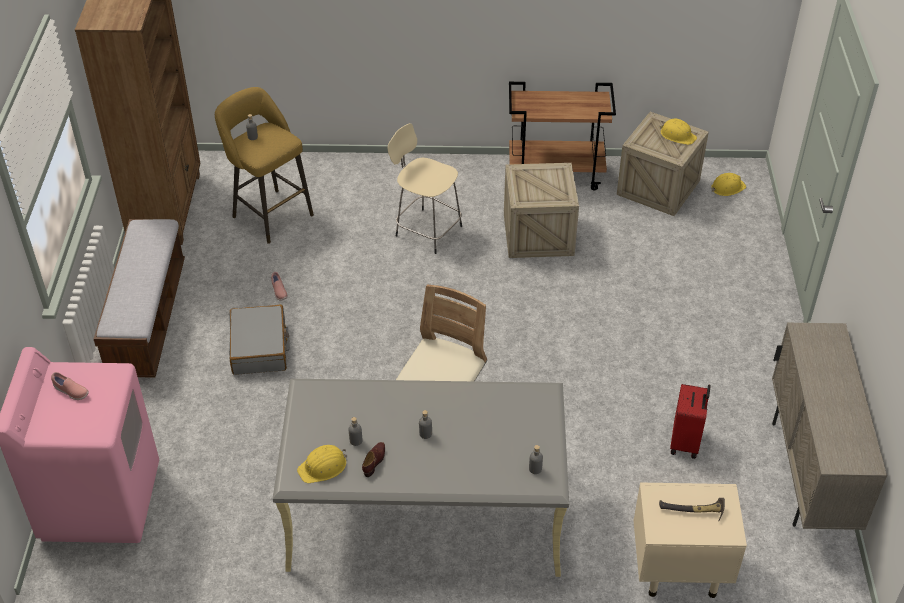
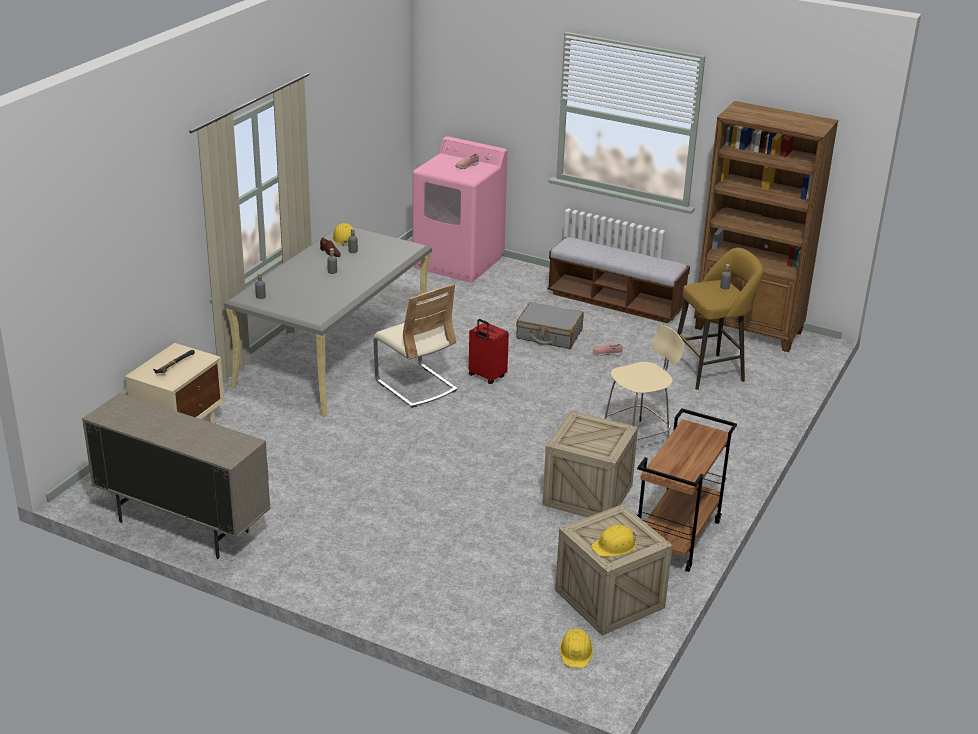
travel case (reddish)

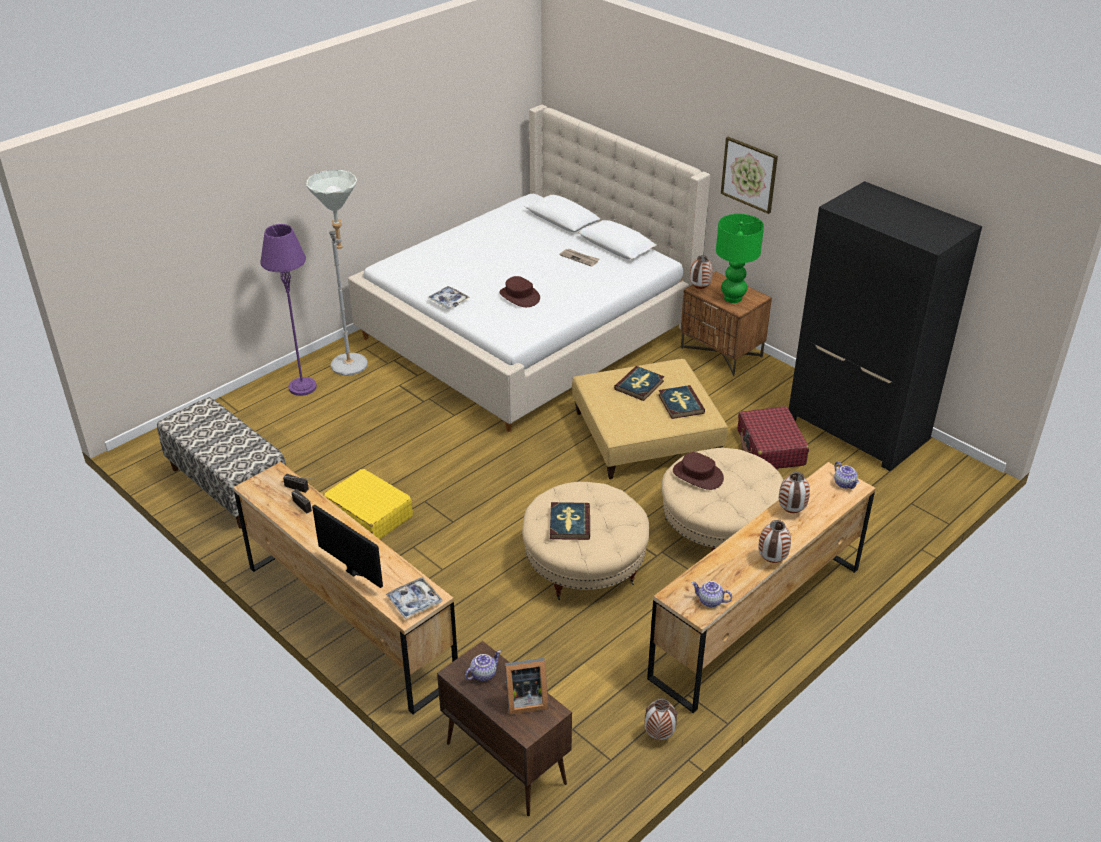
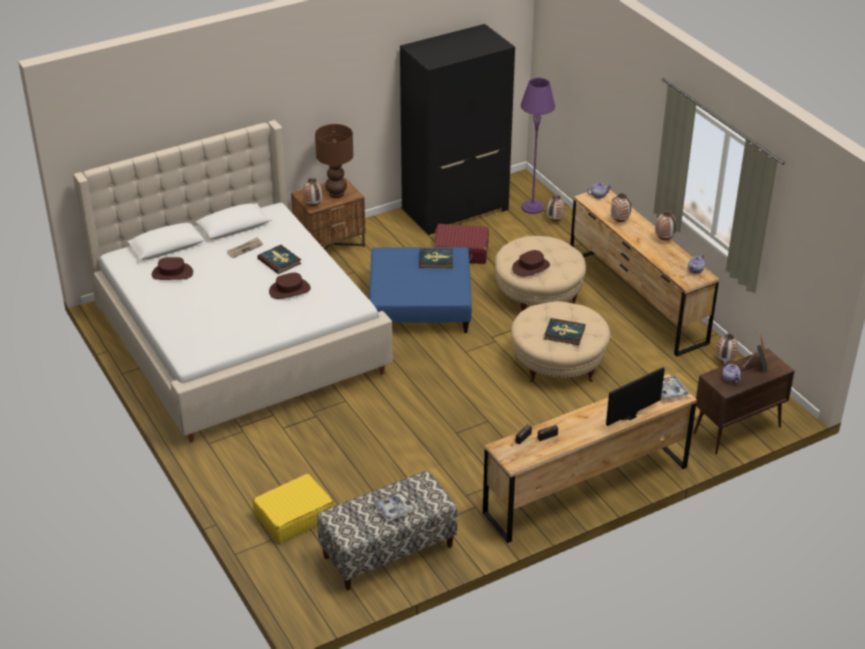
floor lamp (purple)
floor lamp (gray)
travel case (yellowish)
carrying tray (no. 1 from left)
ottoman (blue)
volume (no. 1 from left)
table lamp (brown)
wall art
clothing hat (brown) (no. 1 from left)
vase (no. 2 from left)

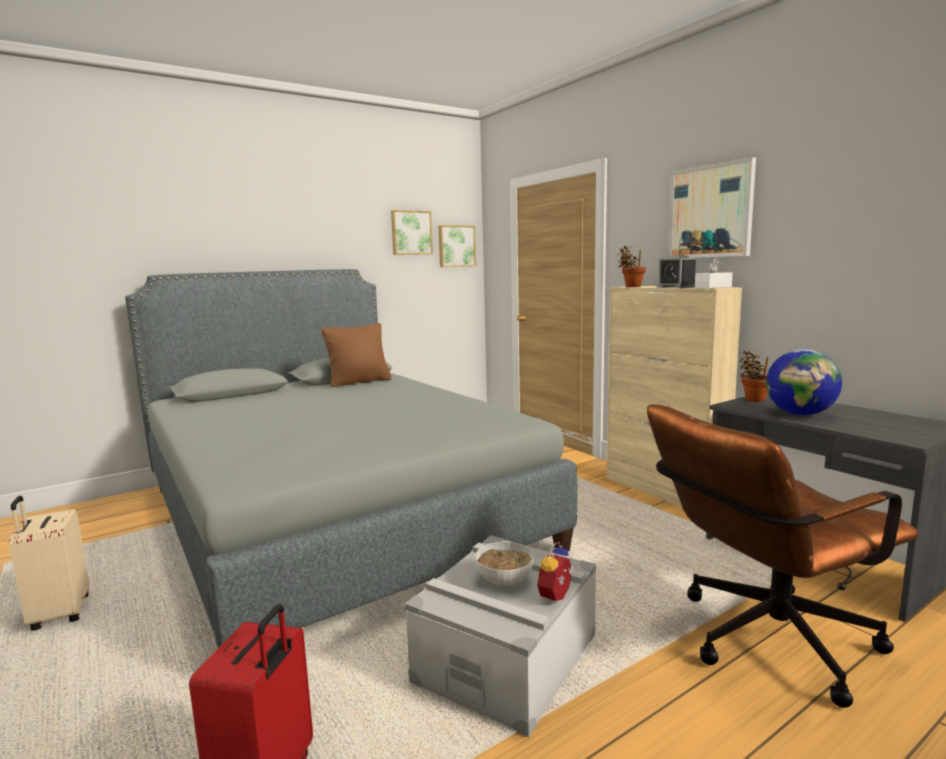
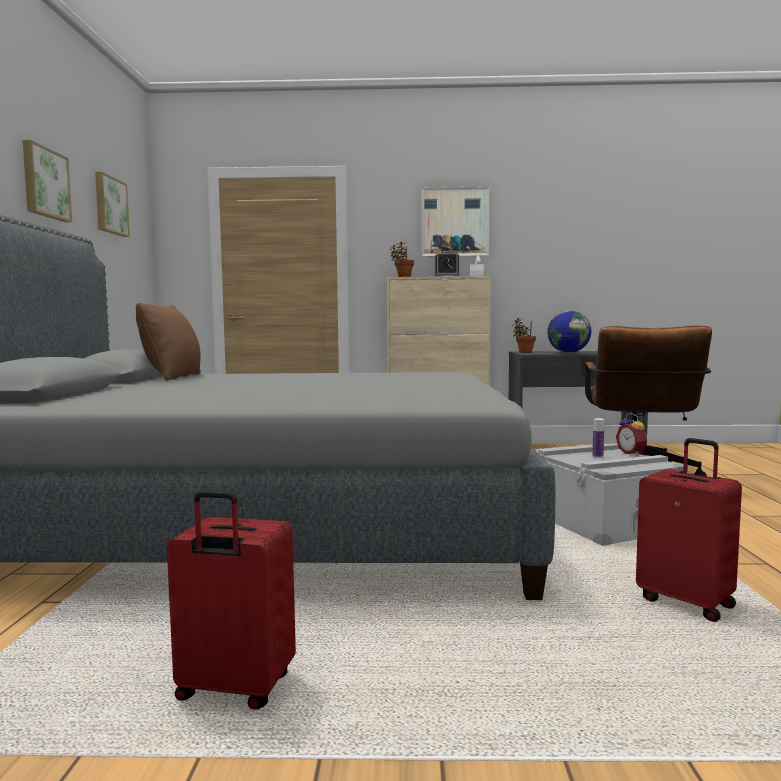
travel case (reddish) (no. 1 from left)
wall art (no. 1 from left)
drink bottle

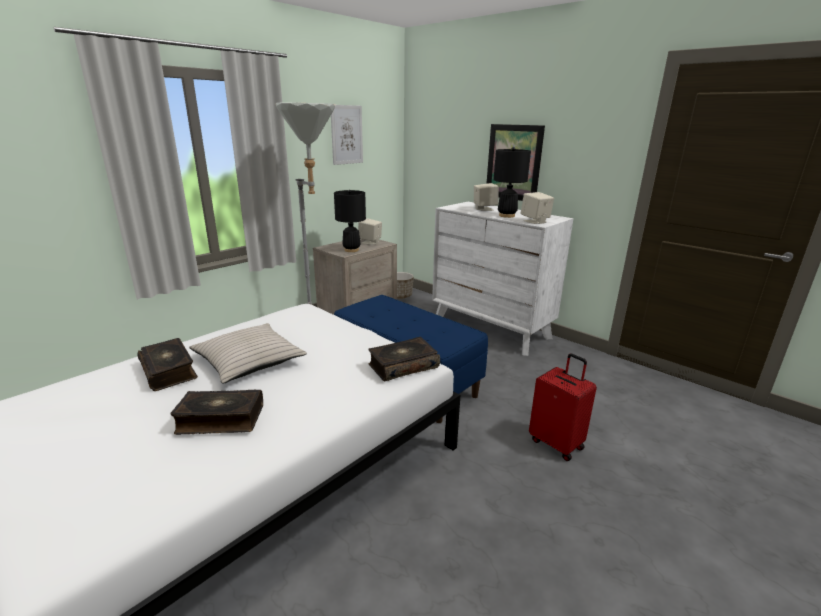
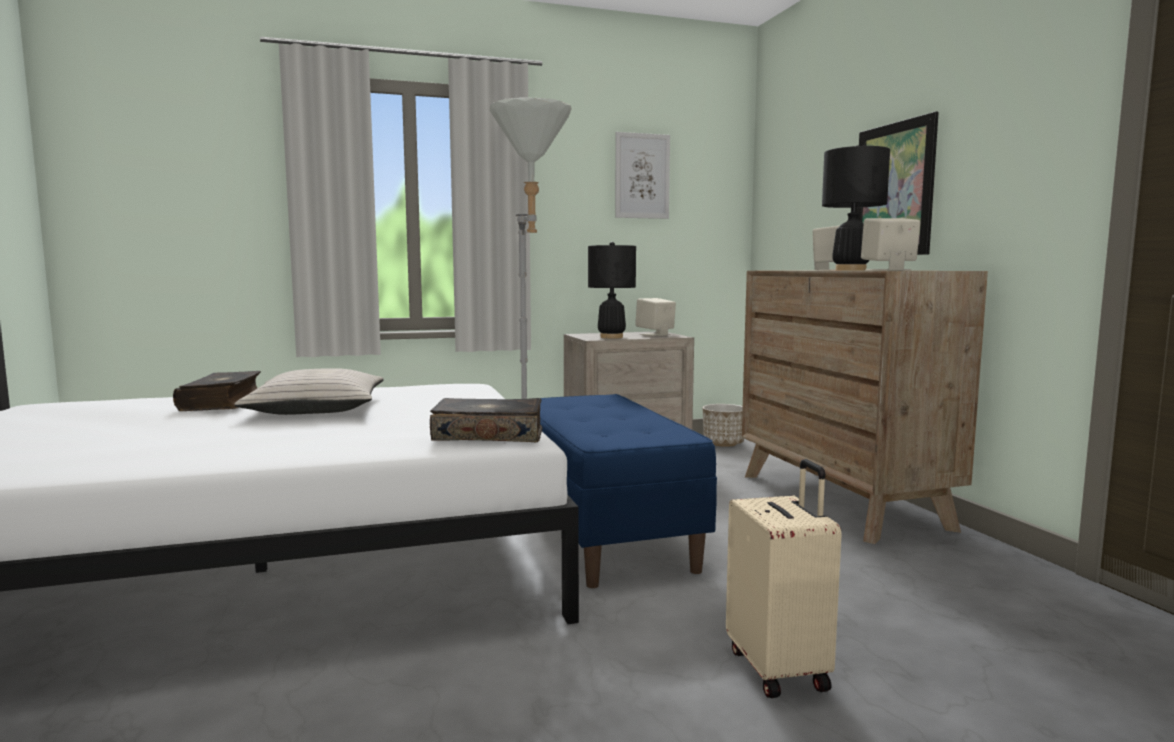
volume (no. 2 from left in the first image)
dresser (brown)
travel case (beige)

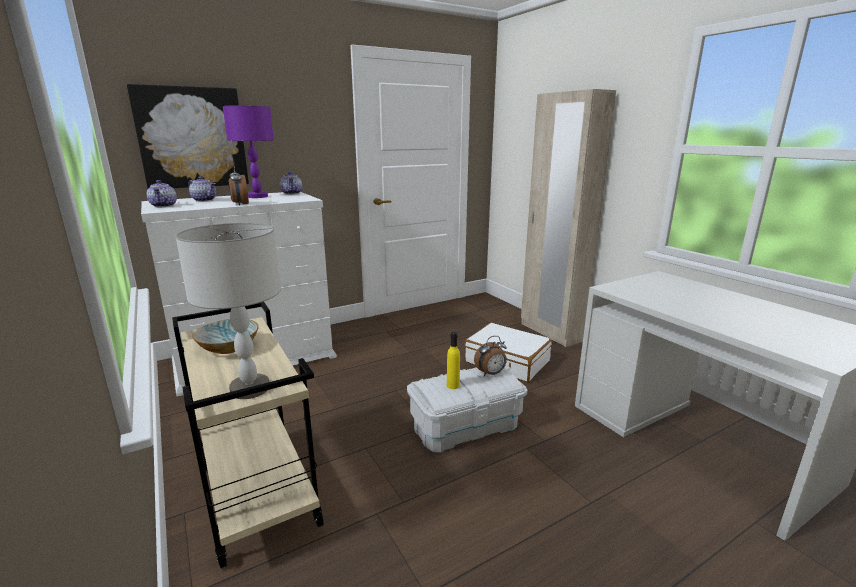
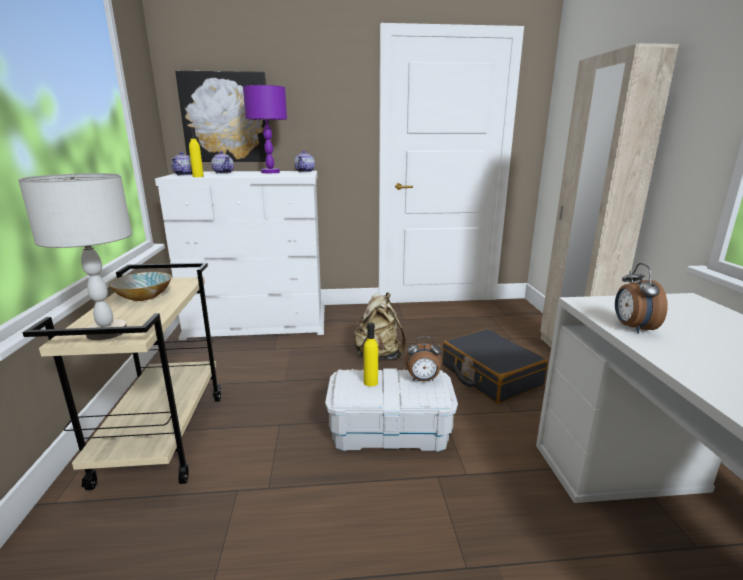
bedside clock (no. 2 from left)
travel case (black-coloured)
drink bottle (yellowish) (no. 1 from left)
knapsack (beige)

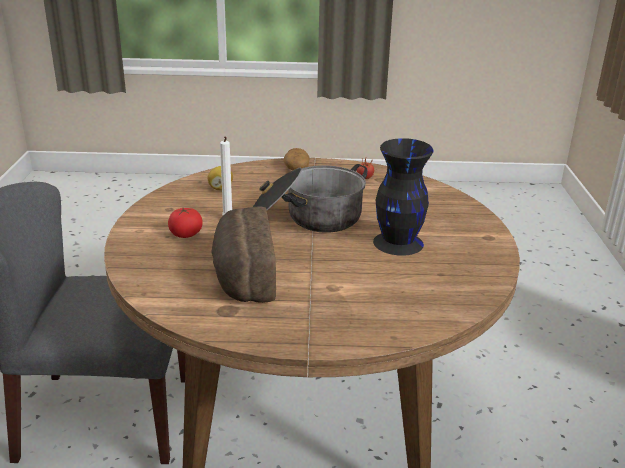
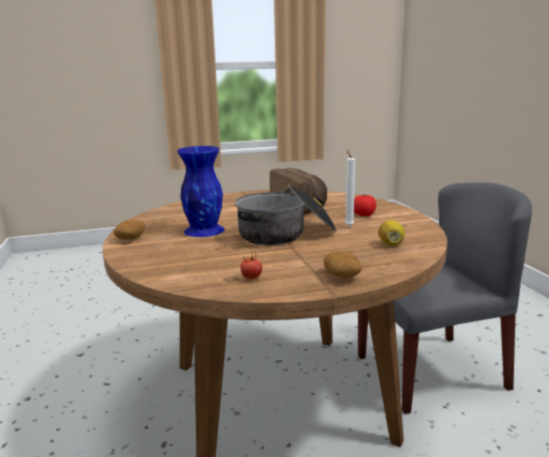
vase (blue)
whole potato (no. 1 from left)

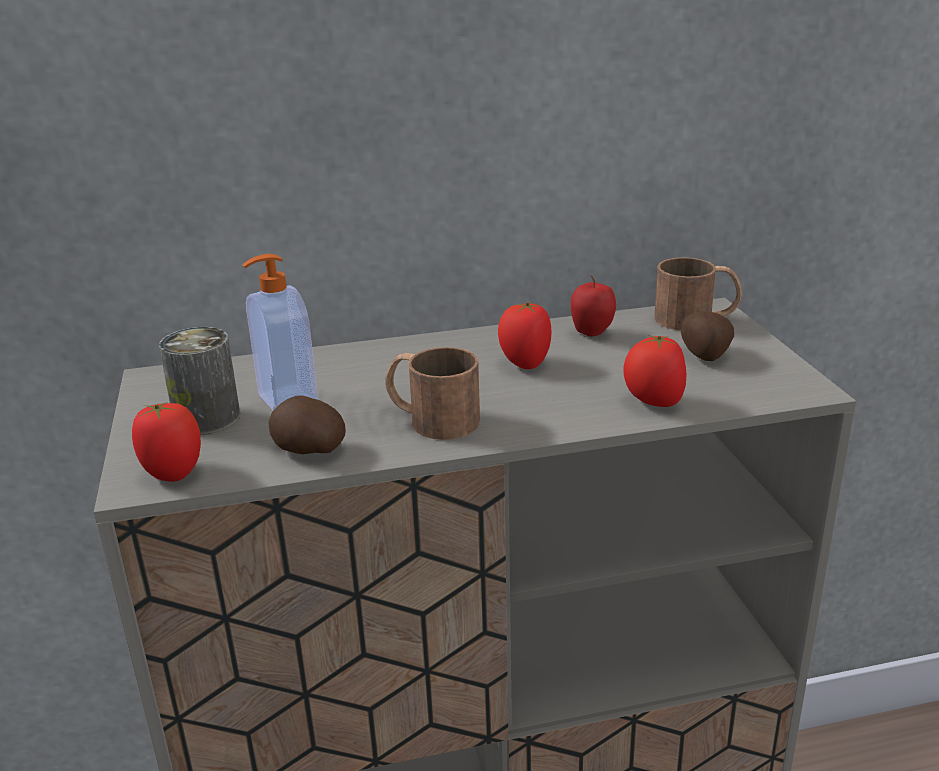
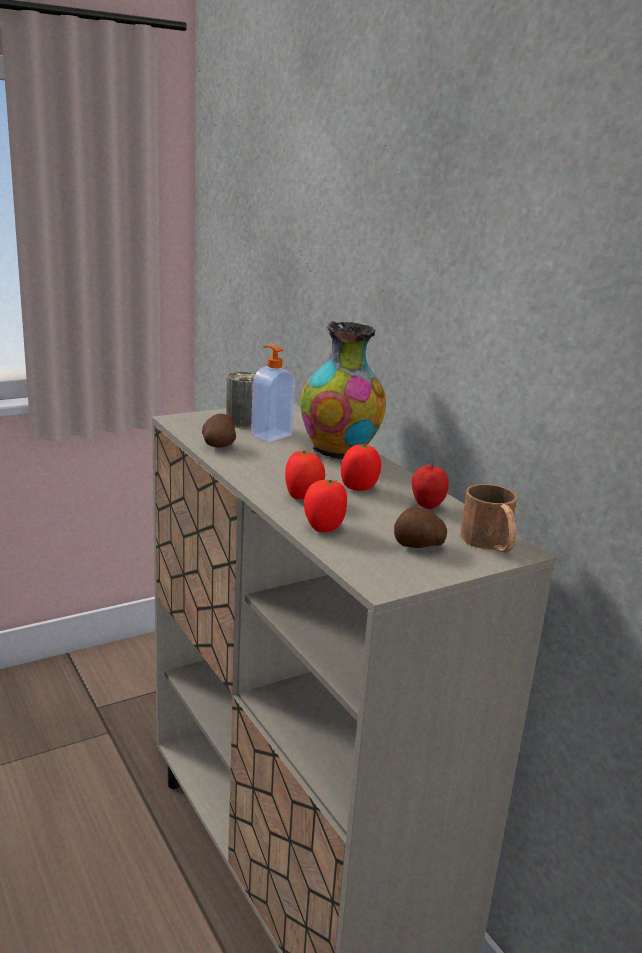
fresh tomato (no. 1 from left)
coffee mug (brown) (no. 1 from left in the first image)
vase

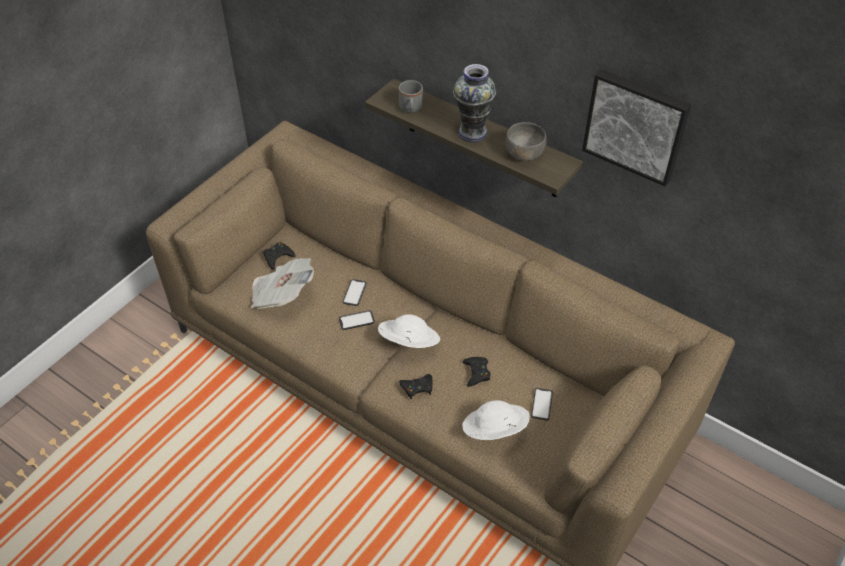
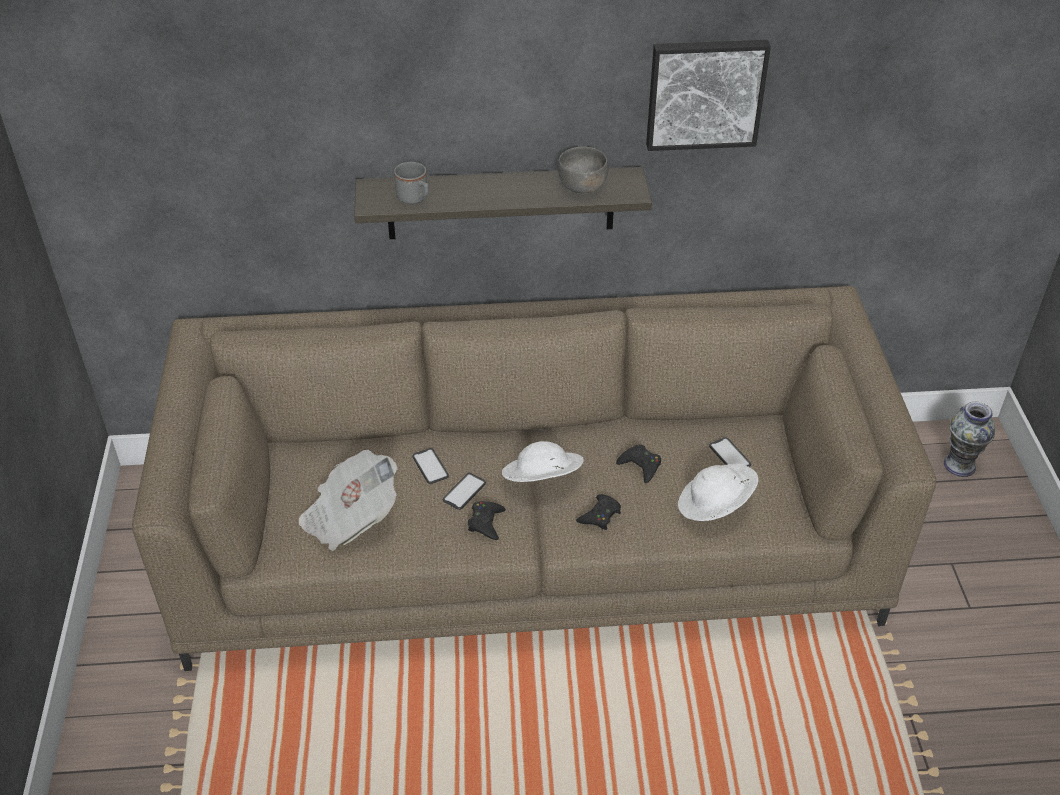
joypad (black-coloured) (no. 1 from left)
vase

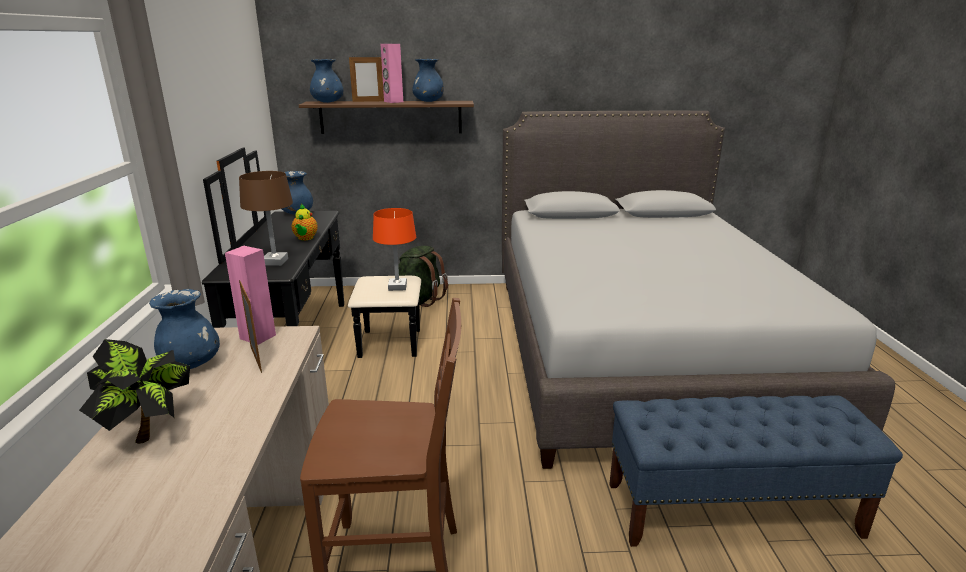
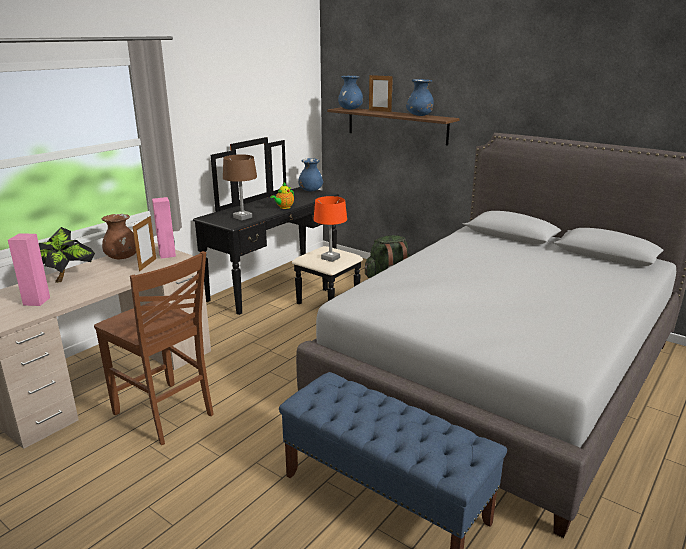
vase (brown)
audio speaker (pinkish) (no. 1 from left)

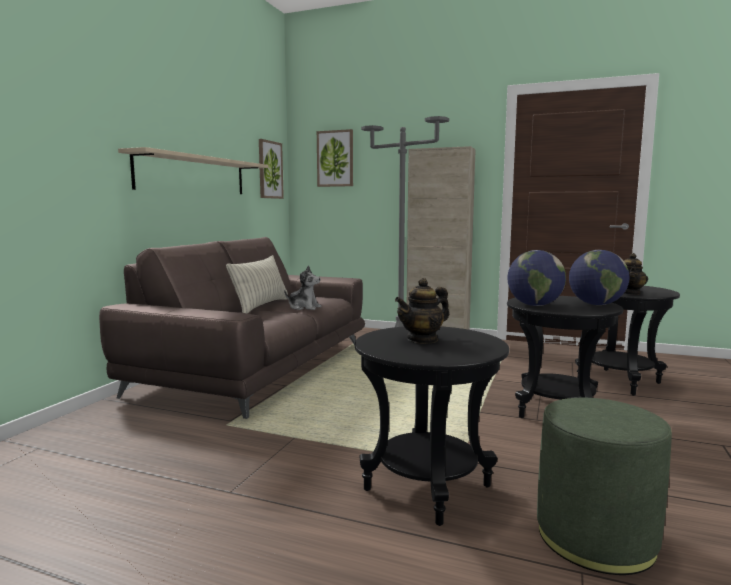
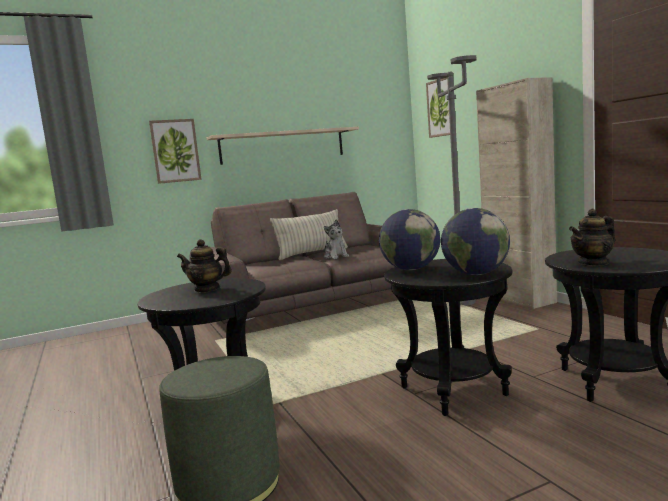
wall art (no. 1 from left)

